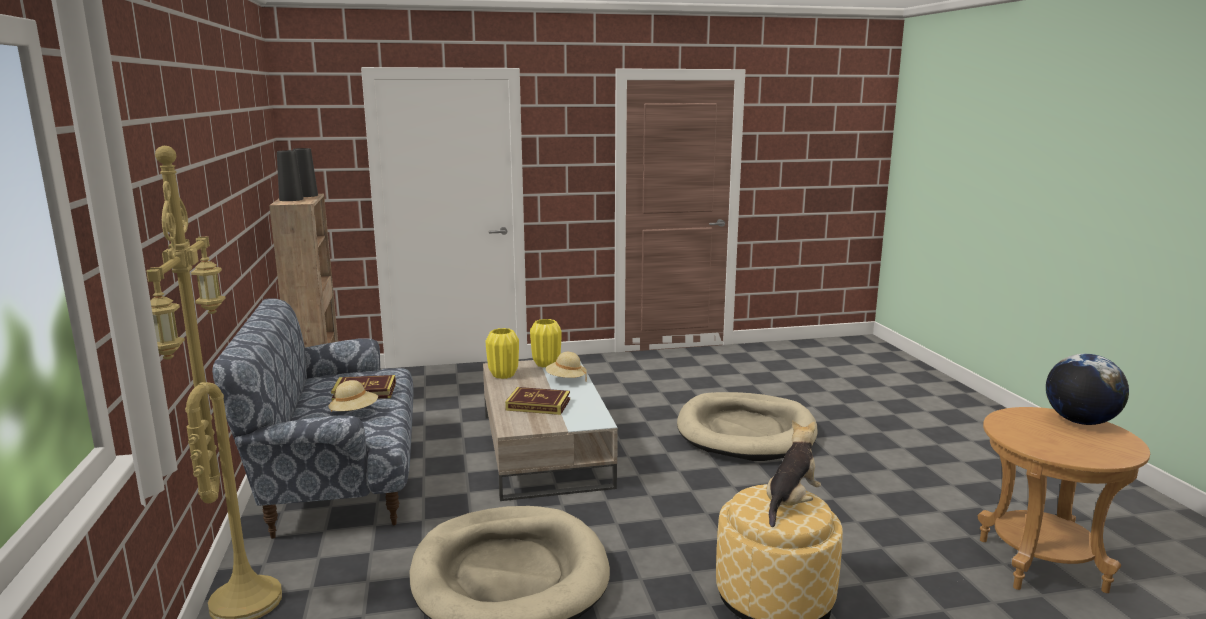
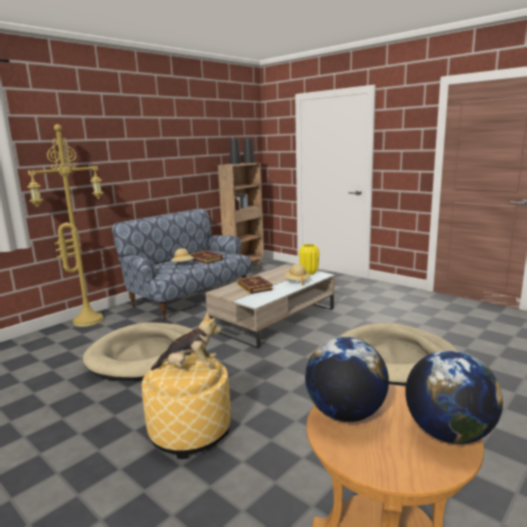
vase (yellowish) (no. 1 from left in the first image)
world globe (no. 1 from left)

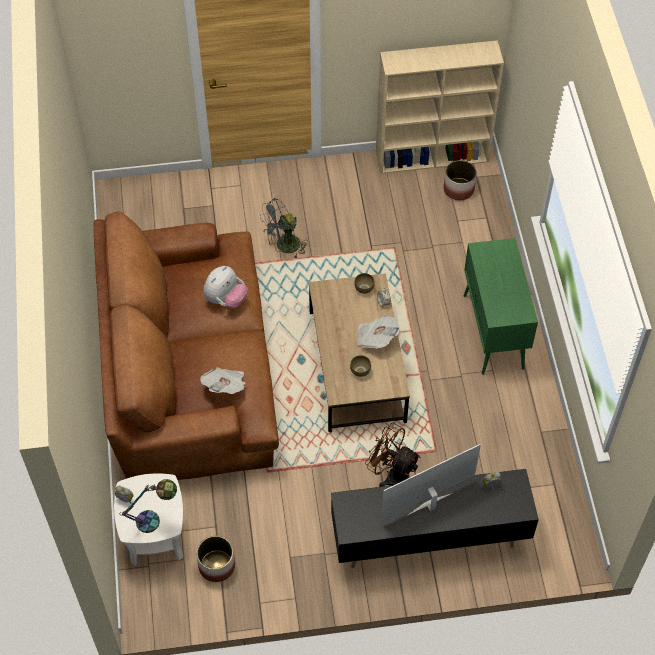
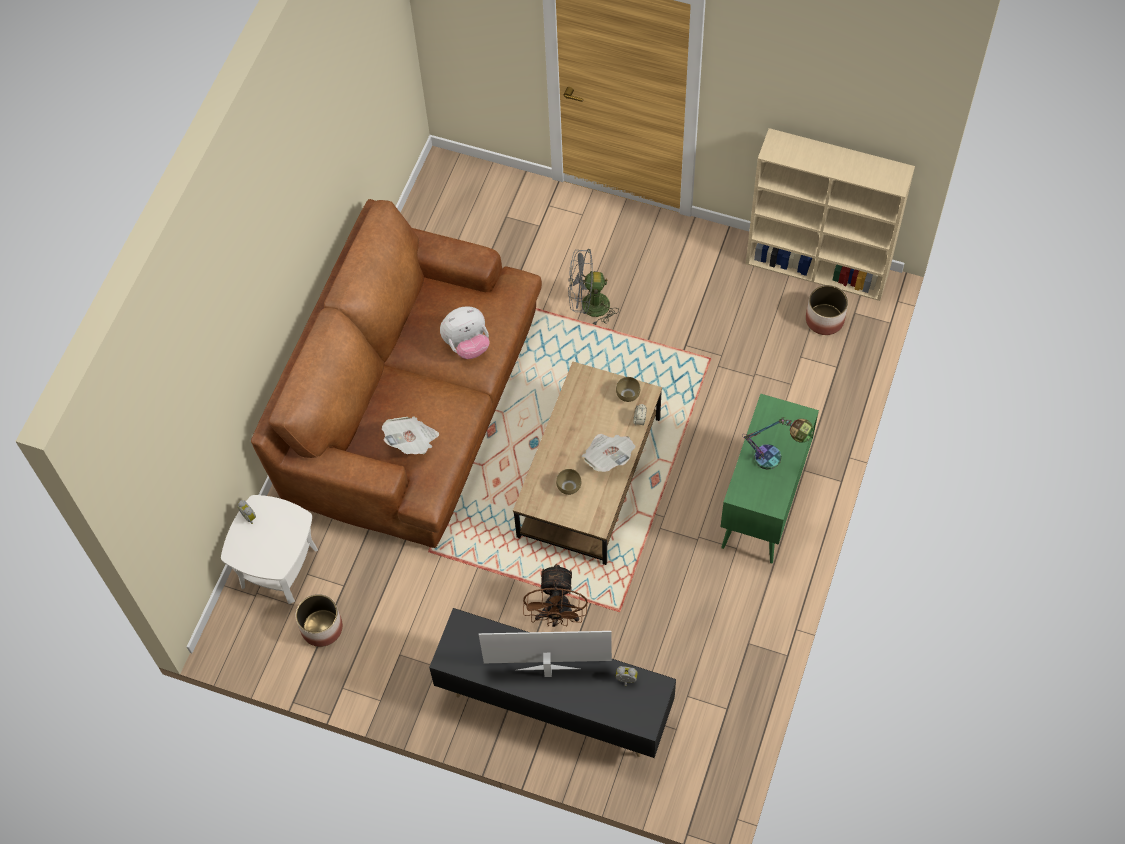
table lamp
cooling fan (brown)

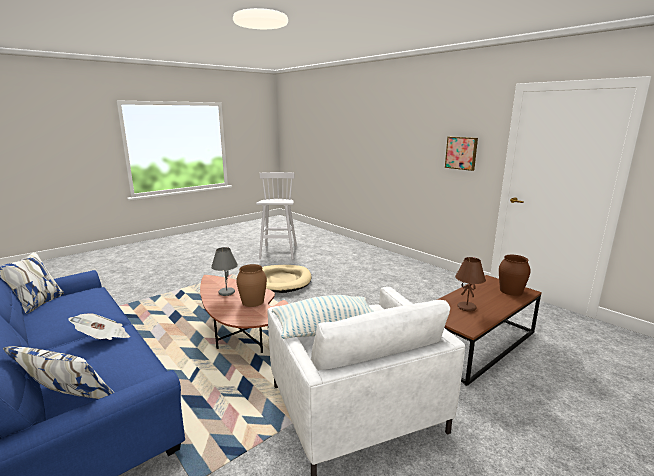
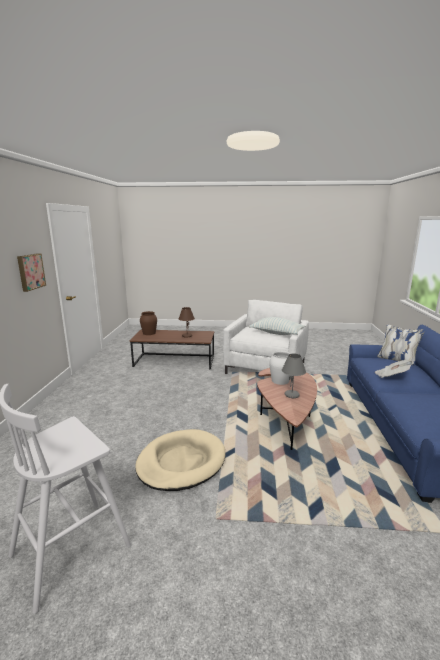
vase (white)

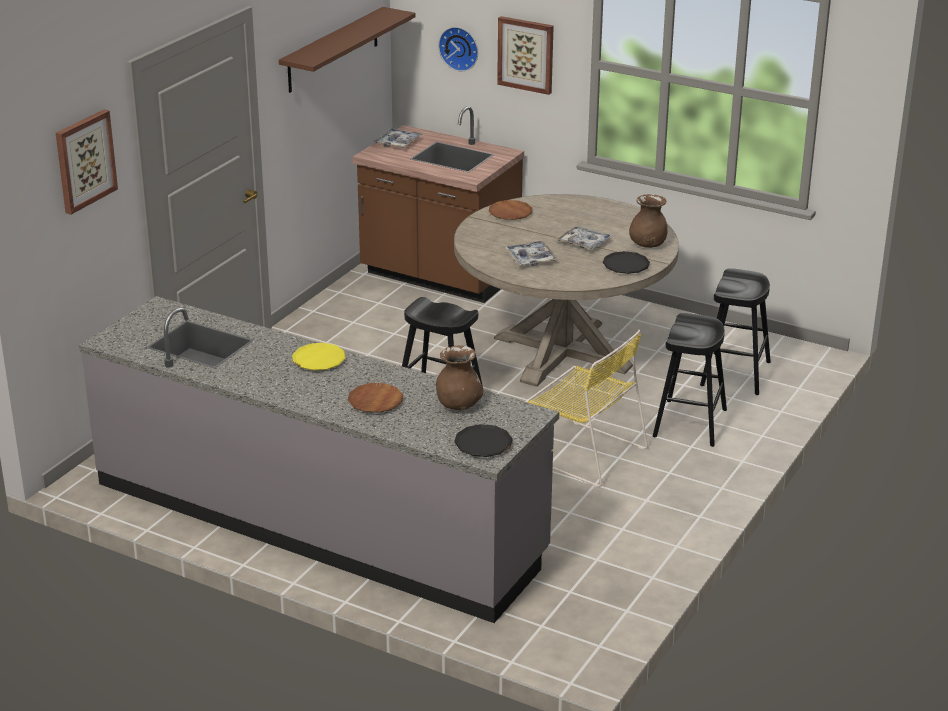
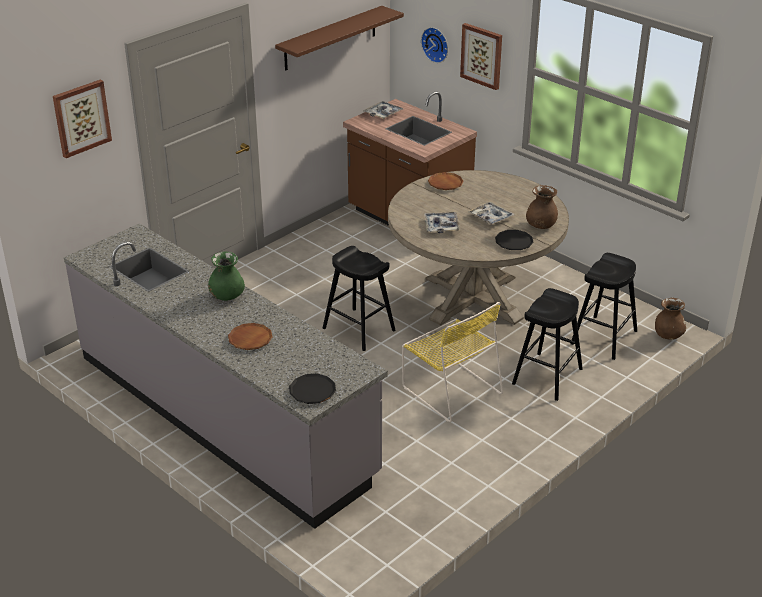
vase (green-coloured)
vase (brown) (no. 2 from left)

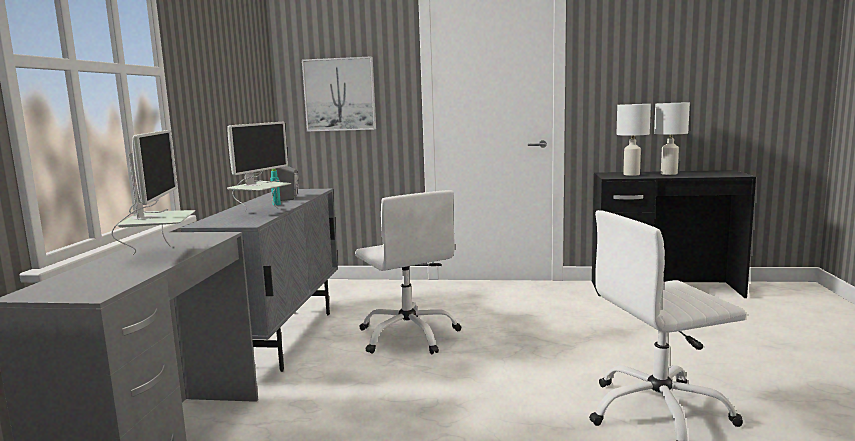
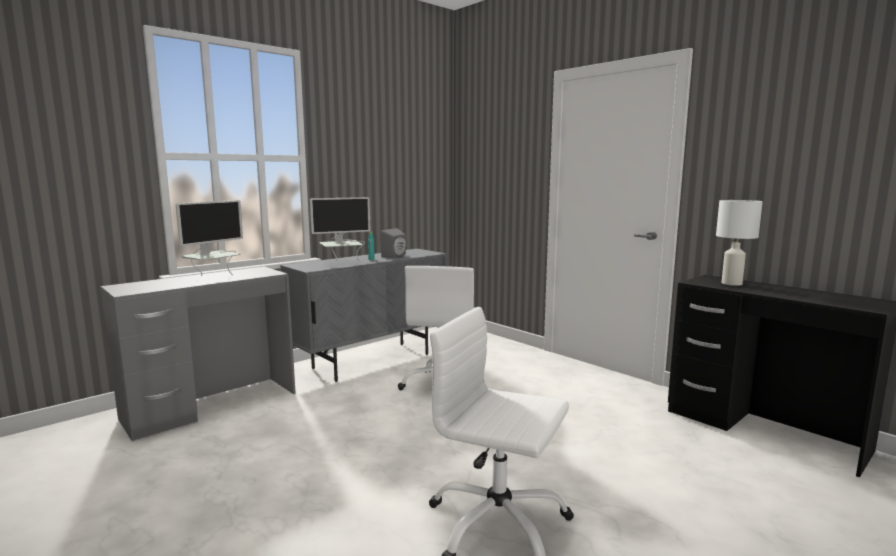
wall art
table lamp (white) (no. 2 from left in the first image)

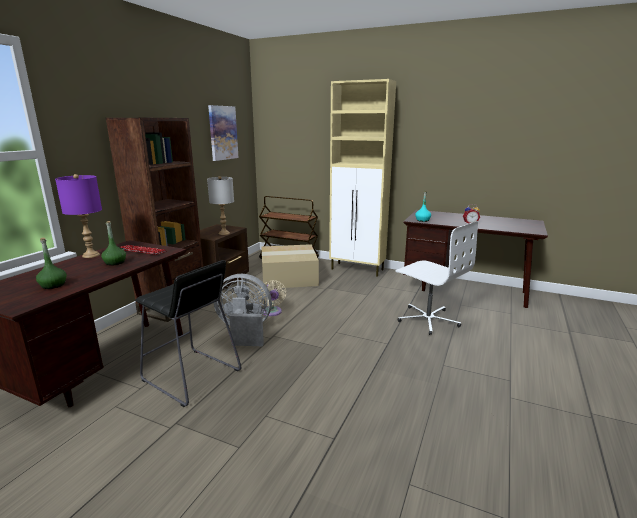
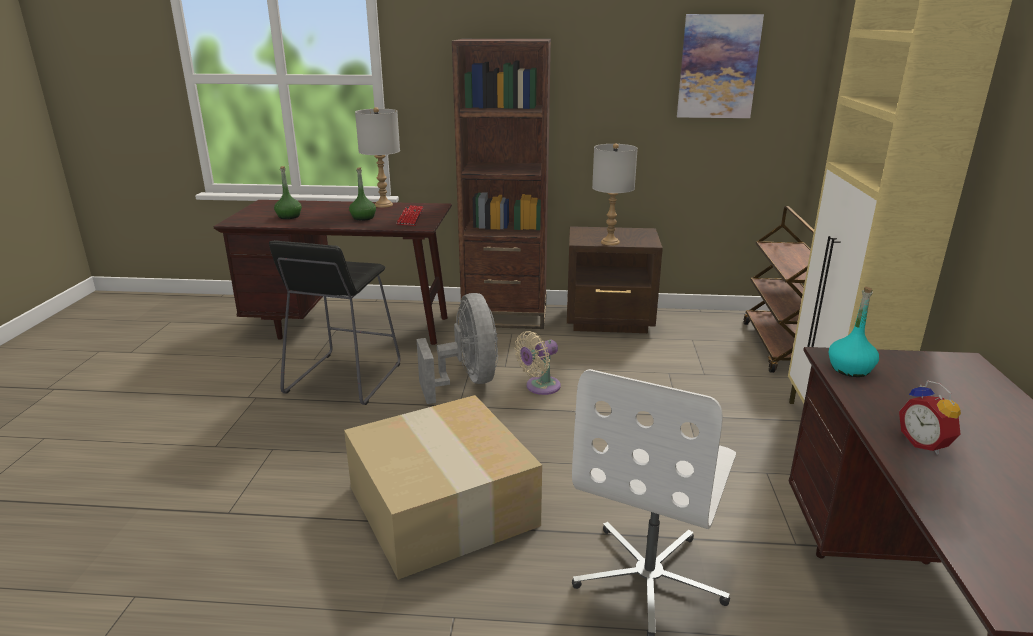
table lamp (gray) (no. 1 from left)
packing box

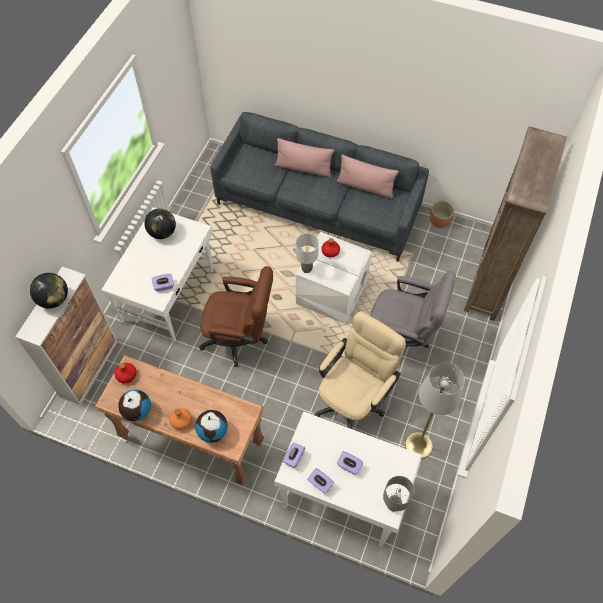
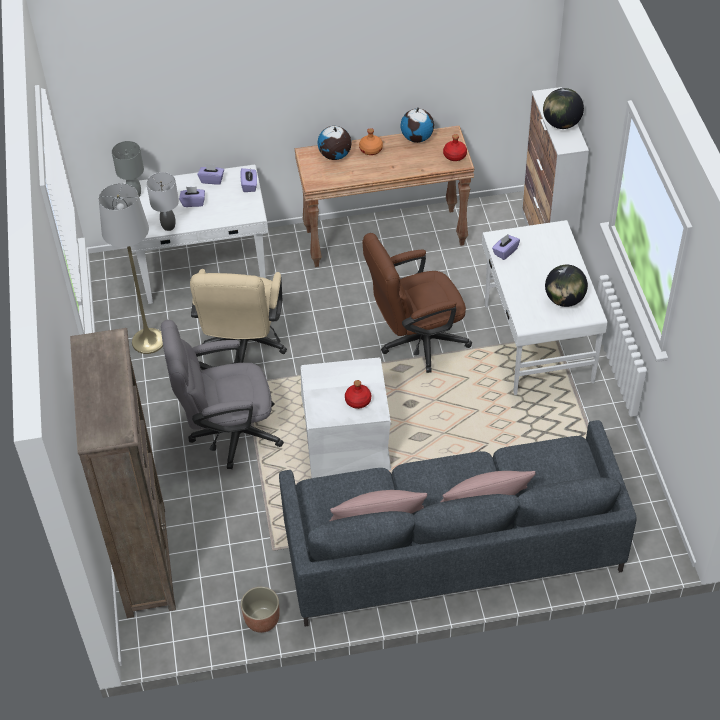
table lamp (gray) (no. 2 from left)

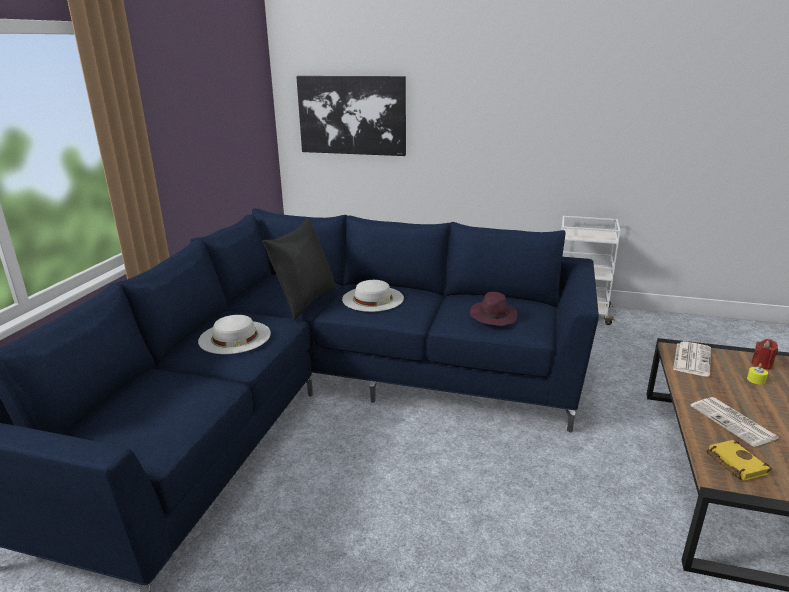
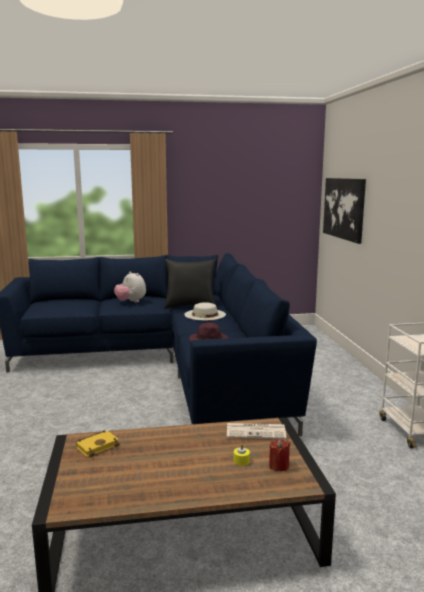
cuddly toy
daily paper (no. 2 from left in the first image)

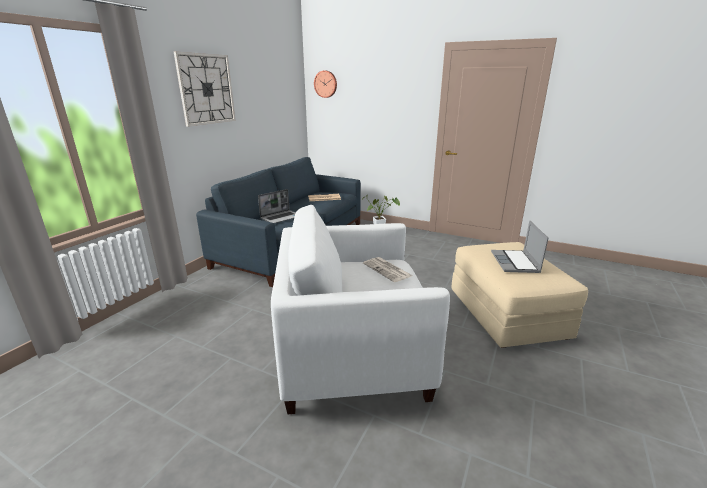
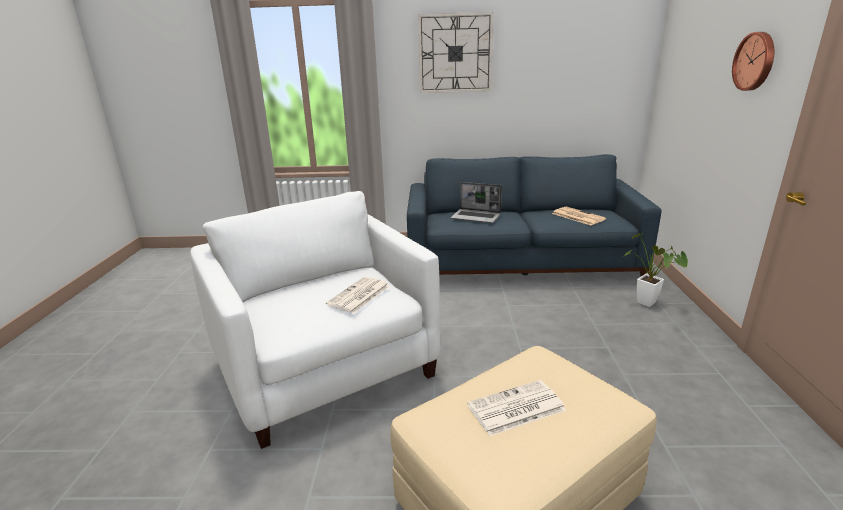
clock on the wall (no. 2 from left)
daily paper (no. 2 from left)

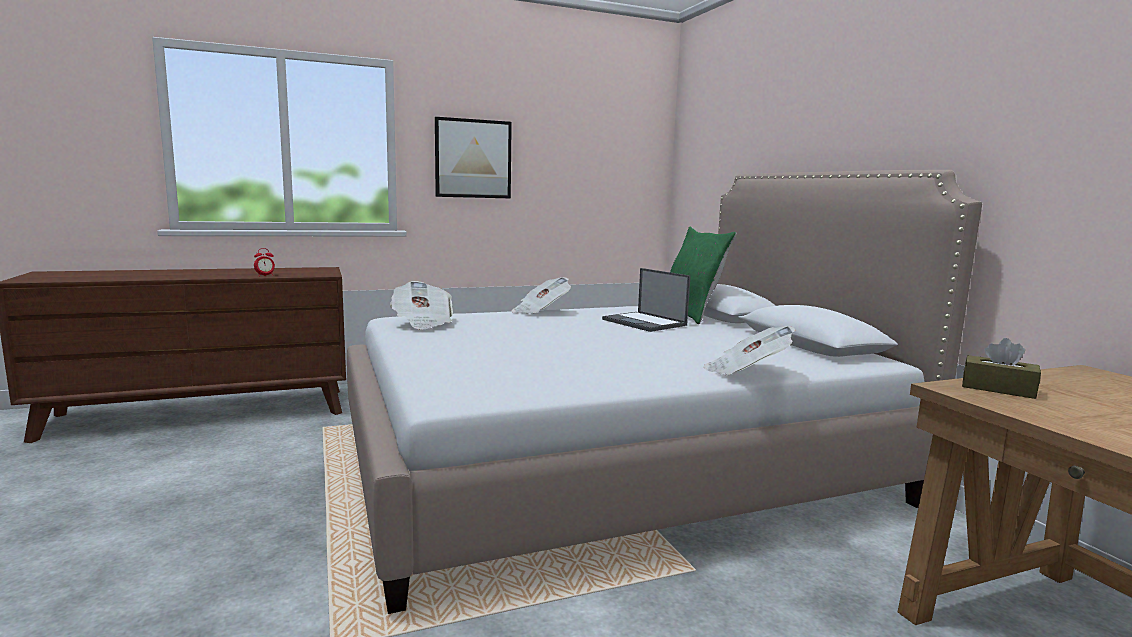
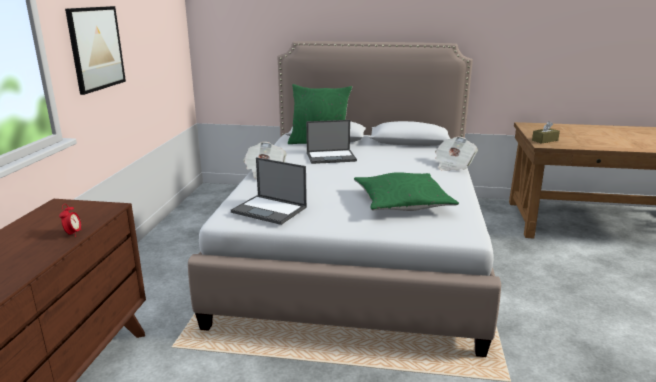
laptop (no. 1 from left)
pillow (green-coloured) (no. 2 from left)

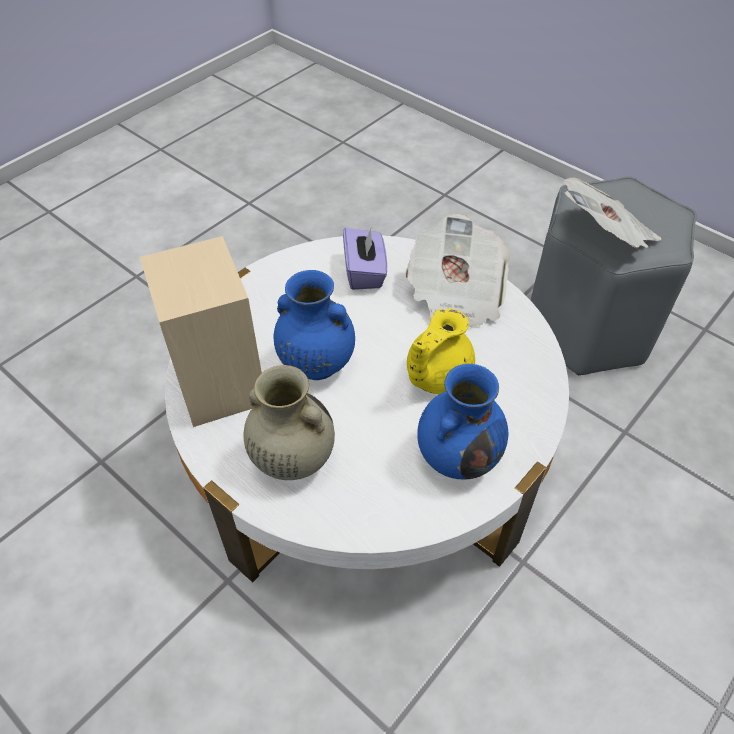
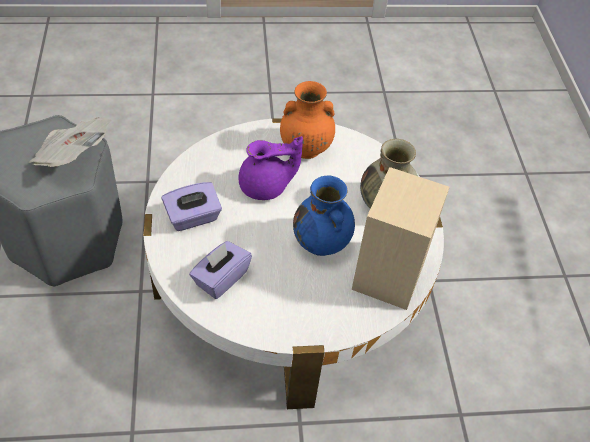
tissue holder (purple) (no. 1 from left)
teapot (purple)
vase (orangey)

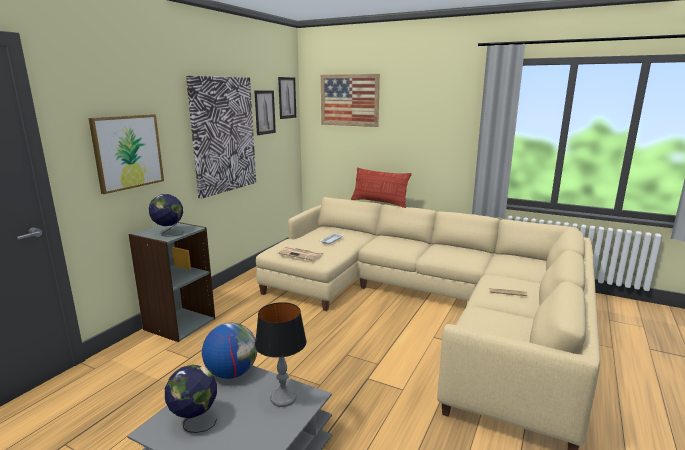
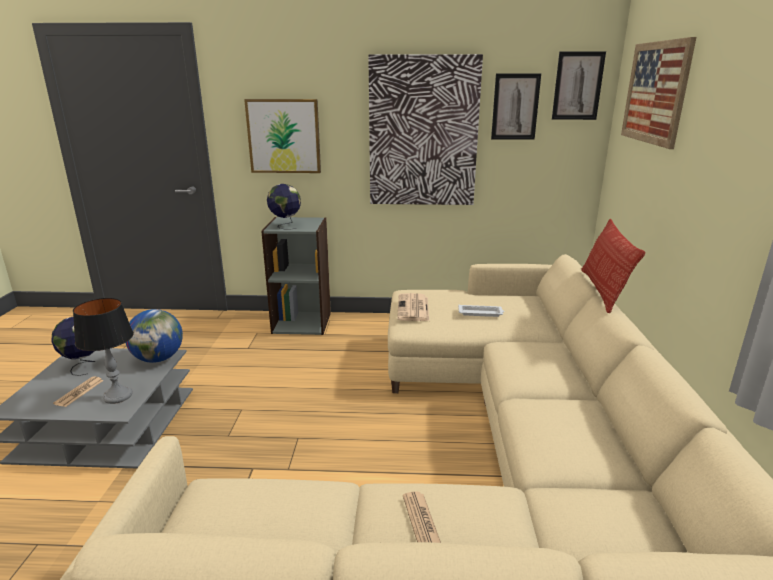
daily paper (no. 1 from left)

